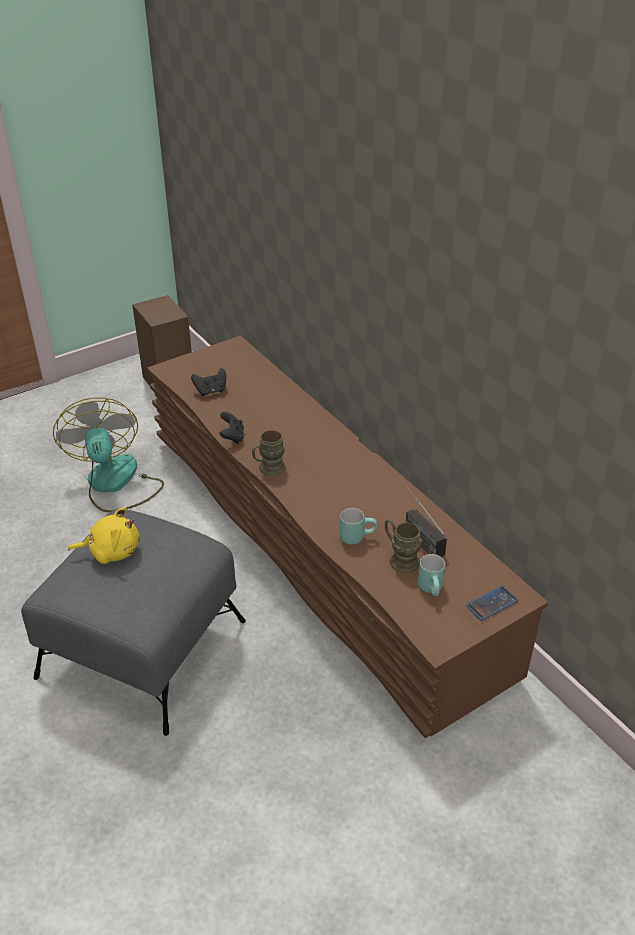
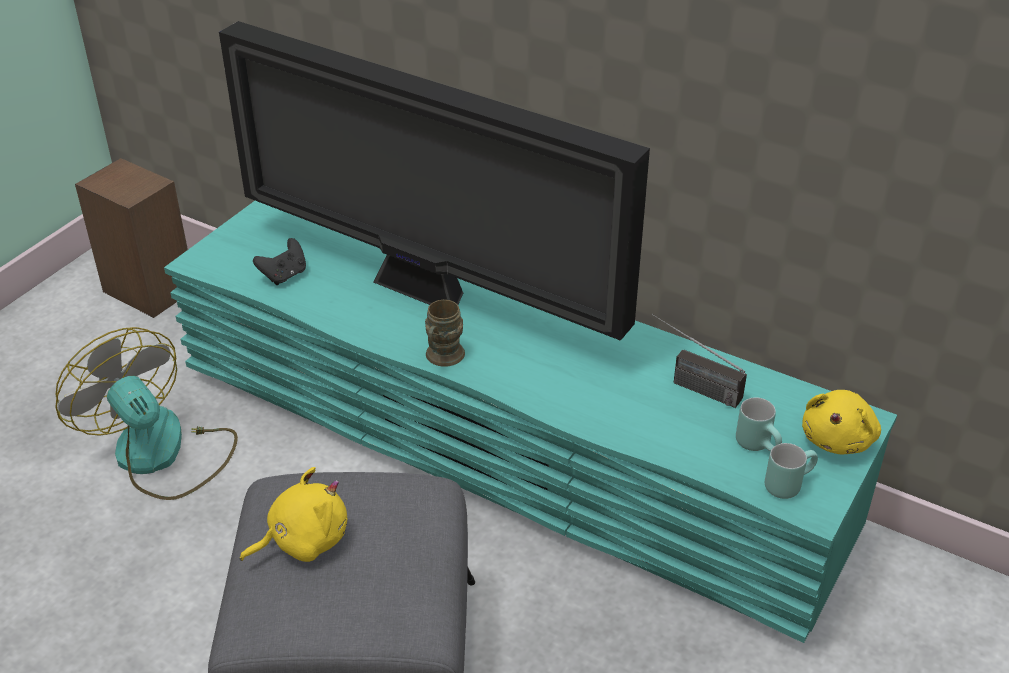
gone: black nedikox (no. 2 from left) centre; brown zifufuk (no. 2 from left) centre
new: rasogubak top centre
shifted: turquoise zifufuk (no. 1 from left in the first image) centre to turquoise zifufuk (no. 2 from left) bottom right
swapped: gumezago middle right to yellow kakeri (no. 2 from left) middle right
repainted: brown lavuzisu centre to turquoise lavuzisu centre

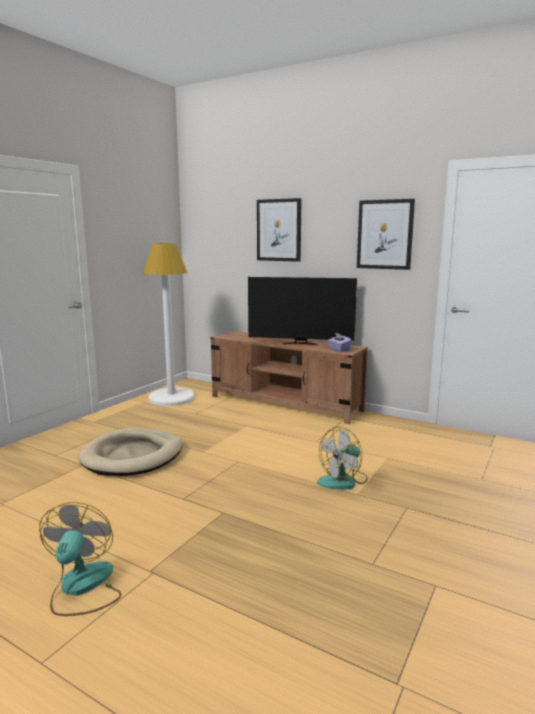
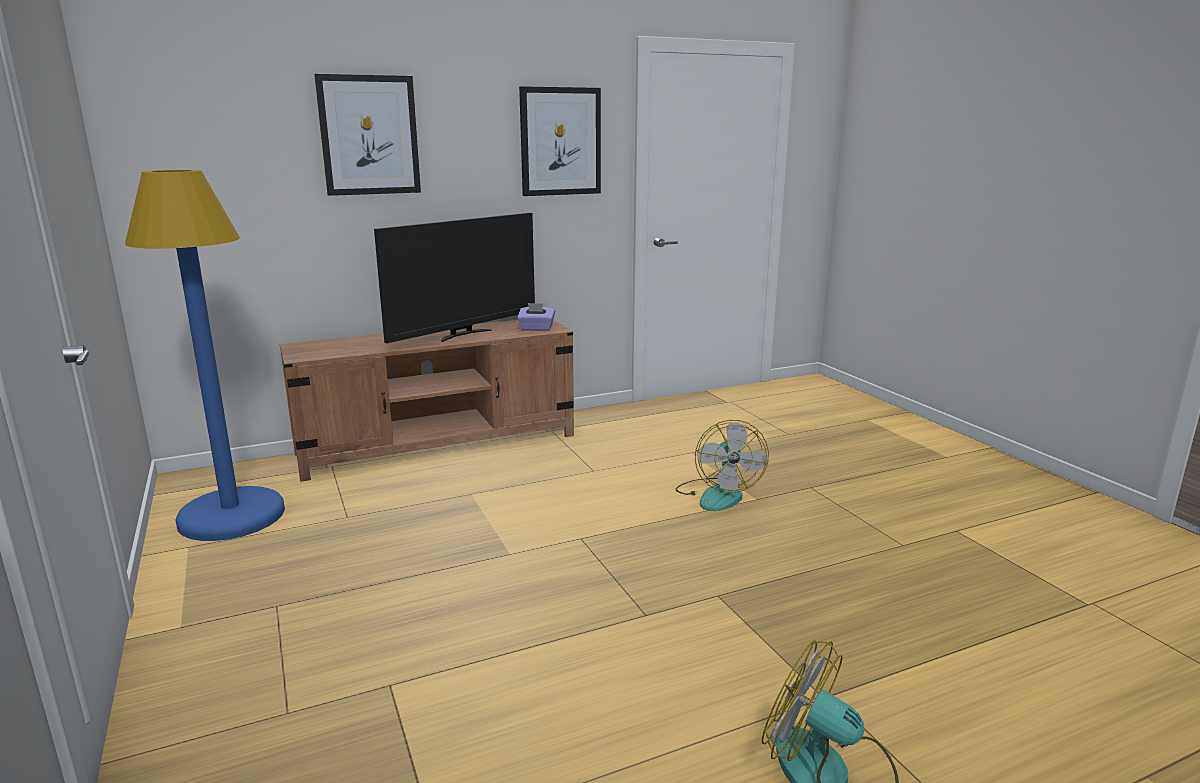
gone: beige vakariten middle left
repainted: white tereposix middle left to blue tereposix middle left

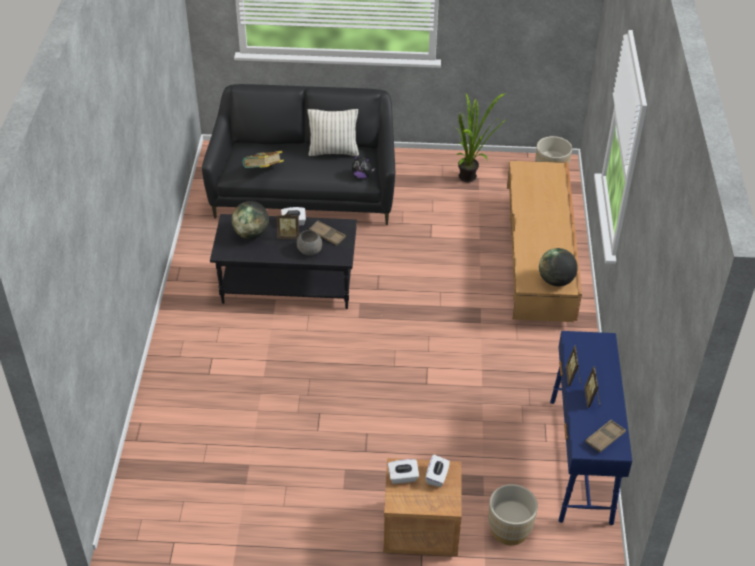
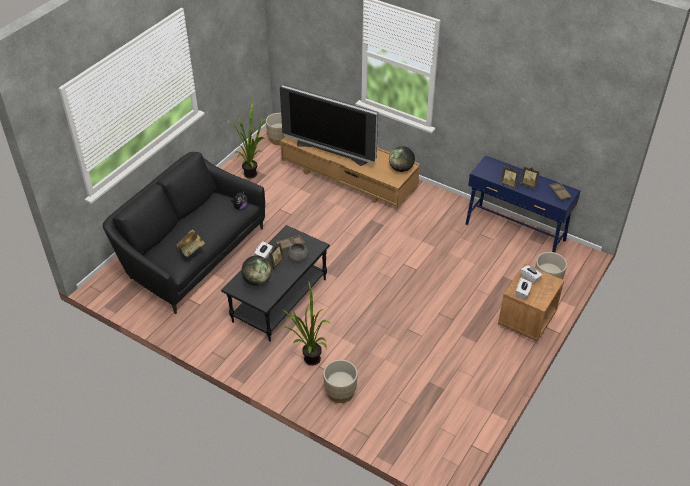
gone: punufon top centre
new: rasogubak top centre; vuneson (no. 2 from left) centre; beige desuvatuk (no. 2 from left) bottom centre

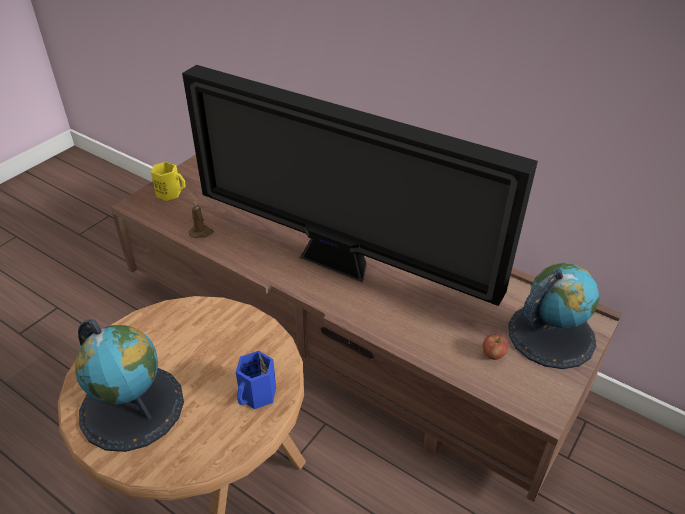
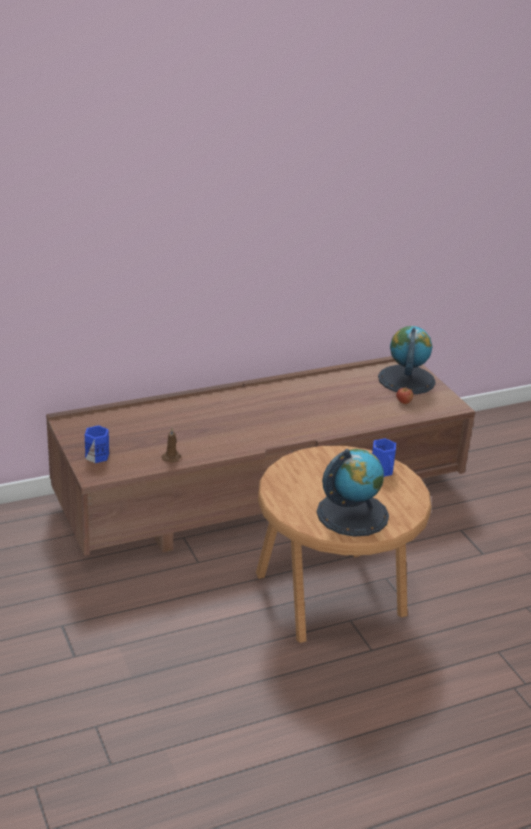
gone: rasogubak centre
repainted: yellow zifufuk middle left to blue zifufuk (no. 1 from left) middle left

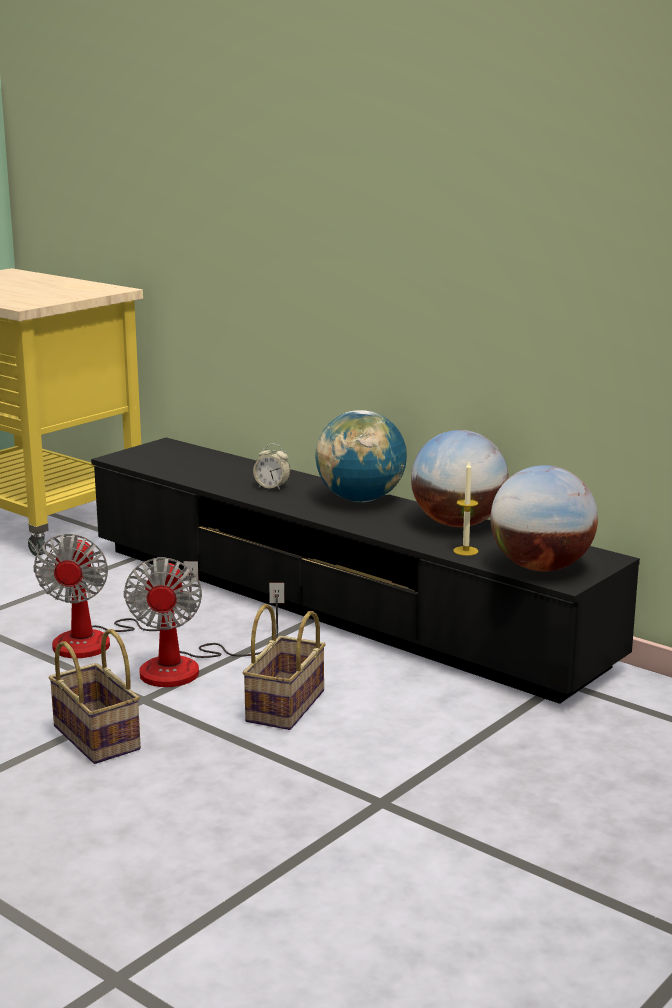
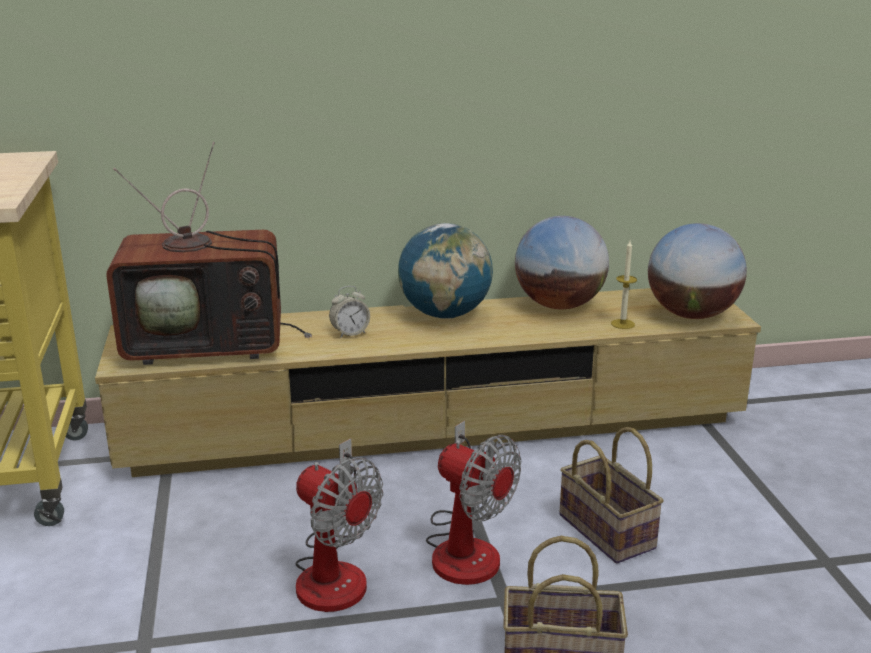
new: rasogubak middle left
repainted: black lavuzisu centre to beige lavuzisu centre

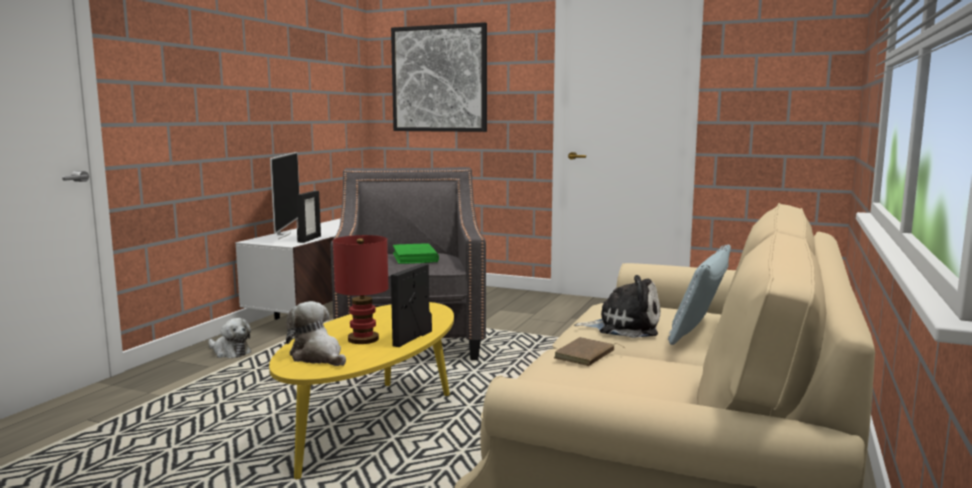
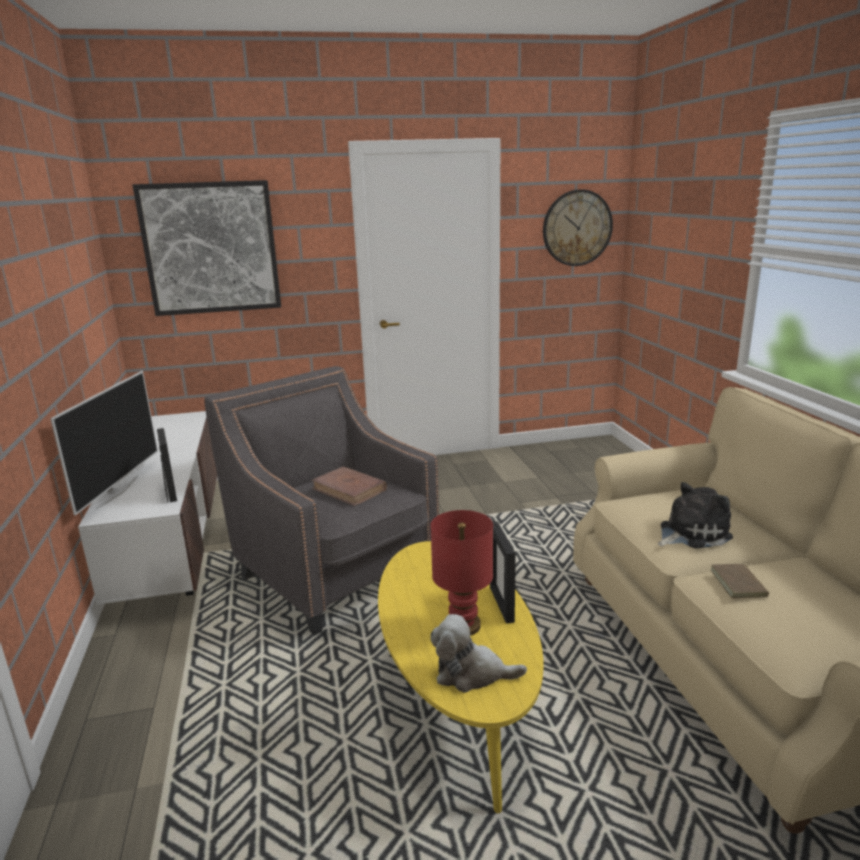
gone: kakeri (no. 1 from left) bottom left; blue punufon middle right
new: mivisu top right
repainted: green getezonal centre to brown getezonal (no. 1 from left) centre
rotated: rasogubak middle left = middle left 45 degrees clockwise

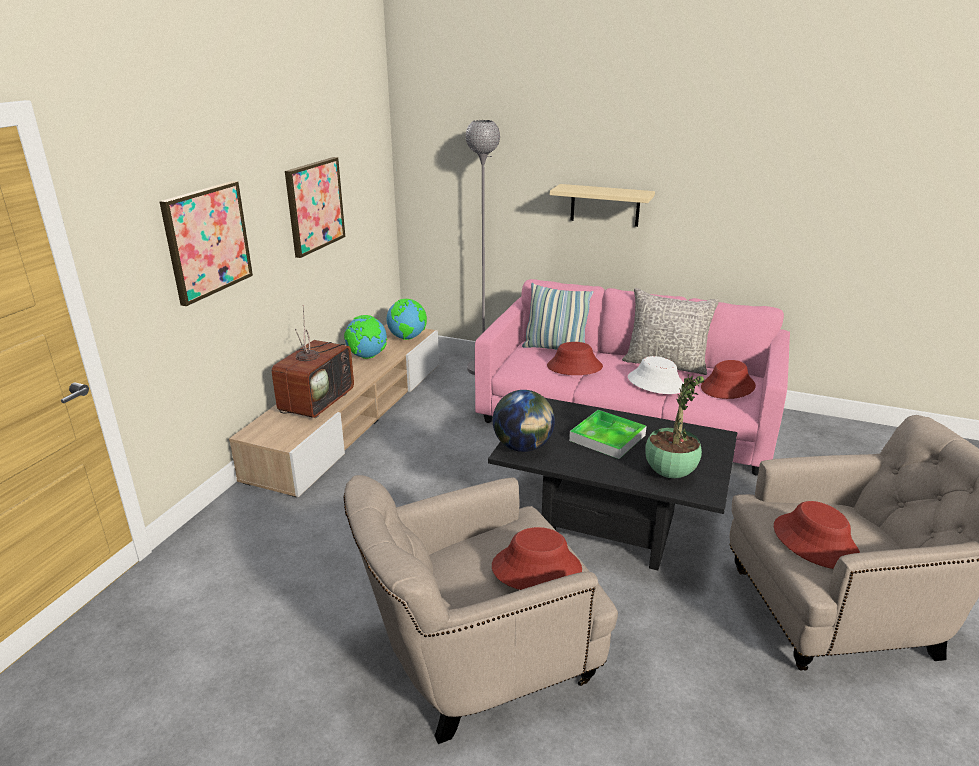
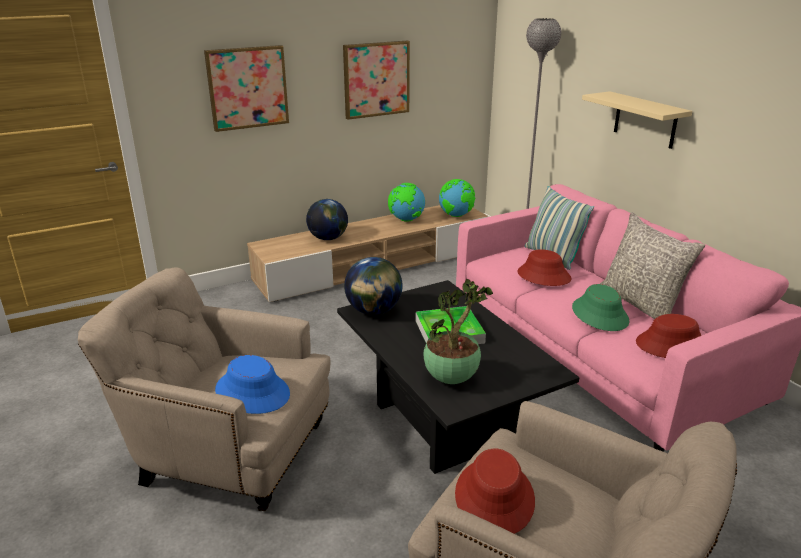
swapped: rasogubak middle left to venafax (no. 1 from left) centre
repainted: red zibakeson (no. 1 from left) bottom centre to blue zibakeson bottom left; white zibakeson middle right to green zibakeson middle right

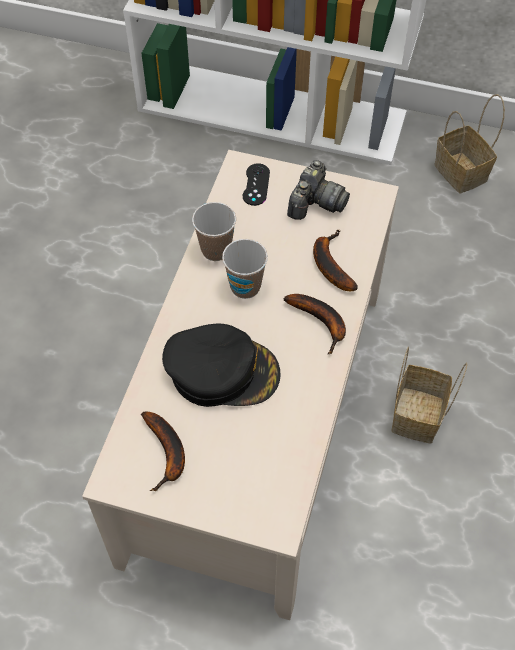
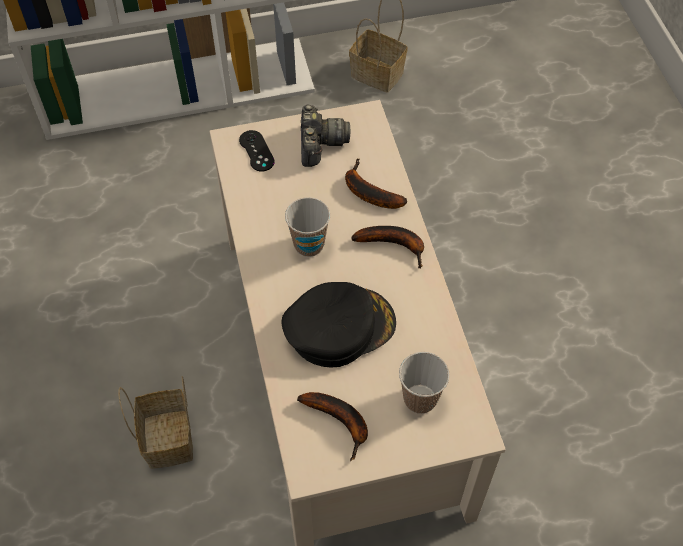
shifted: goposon (no. 1 from left in the first image) centre to goposon (no. 2 from left) bottom centre; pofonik (no. 1 from left) middle right to bottom left

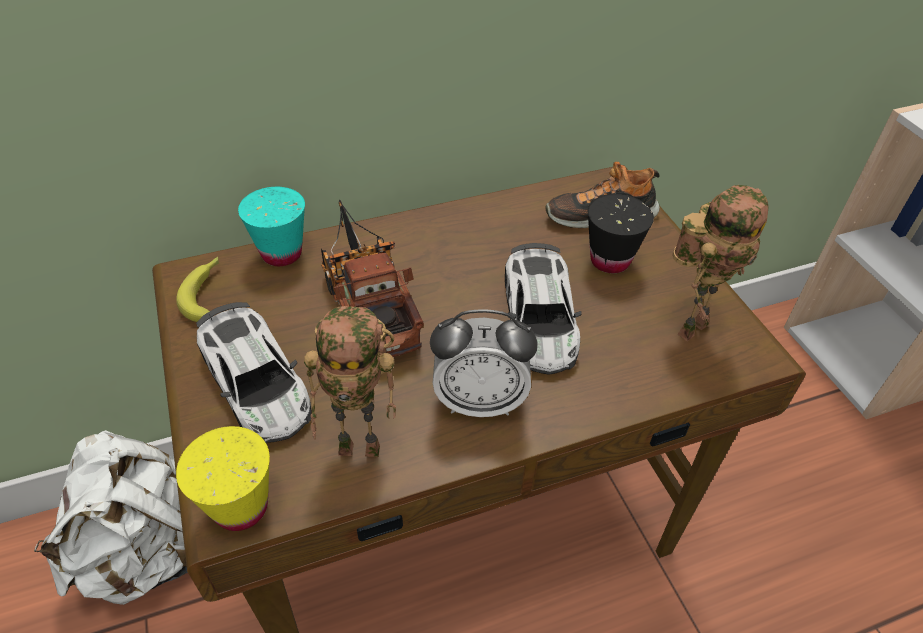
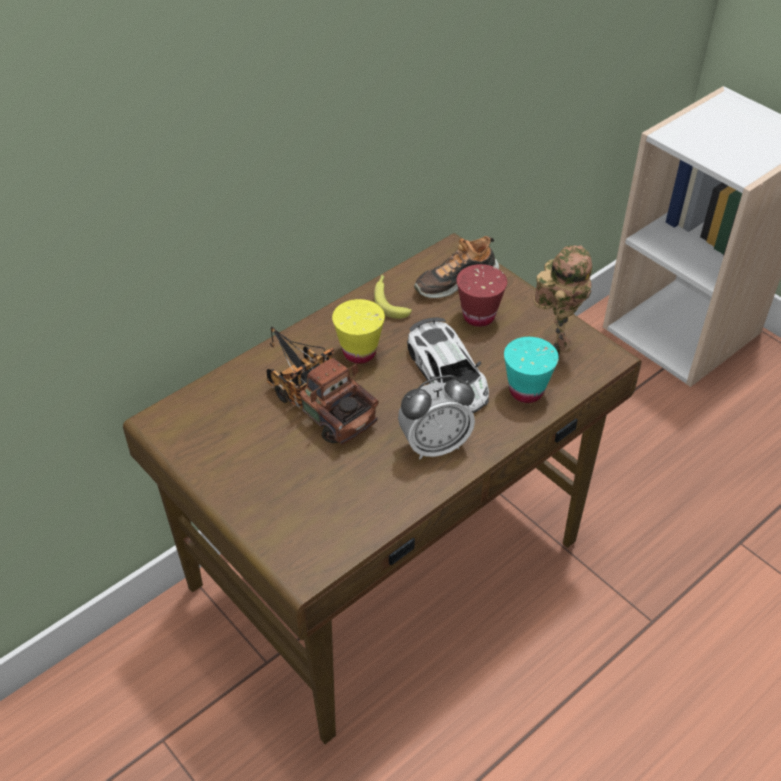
gone: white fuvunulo bottom left; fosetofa (no. 1 from left) middle left; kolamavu (no. 1 from left) centre
shifted: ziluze middle left to centre; yellow goposon bottom left to centre; turquoise goposon middle left to middle right
repainted: black goposon middle right to red goposon centre

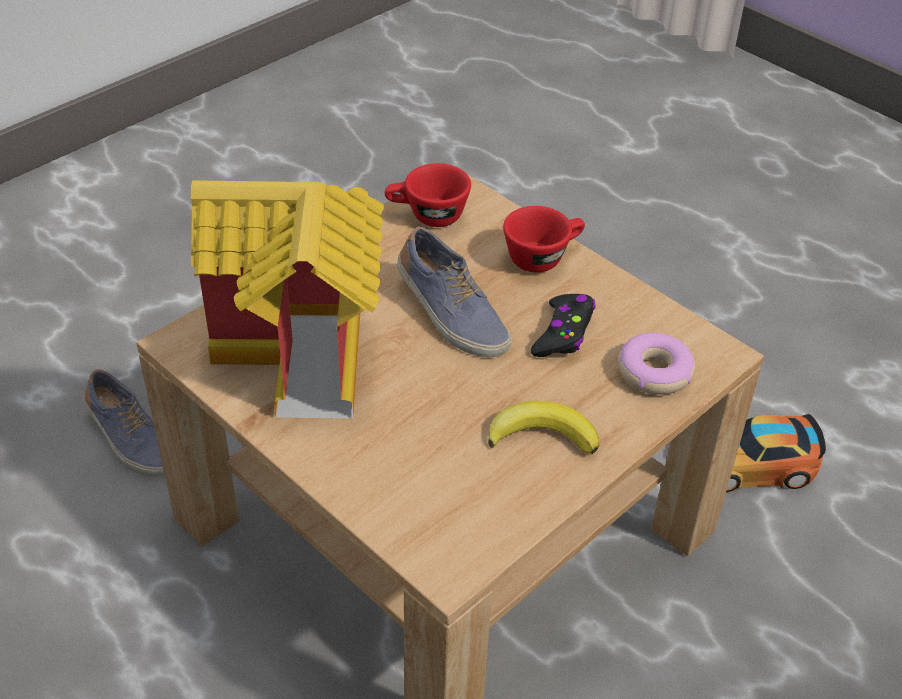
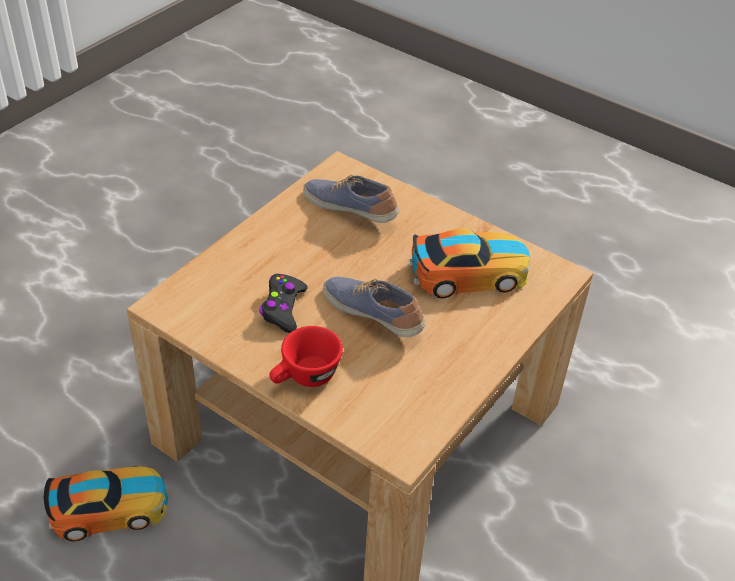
gone: red goposon (no. 1 from left) top centre; ziluze centre; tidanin middle right
shifted: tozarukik (no. 1 from left) middle left to centre
swapped: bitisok middle left to fosetofa (no. 2 from left) centre

